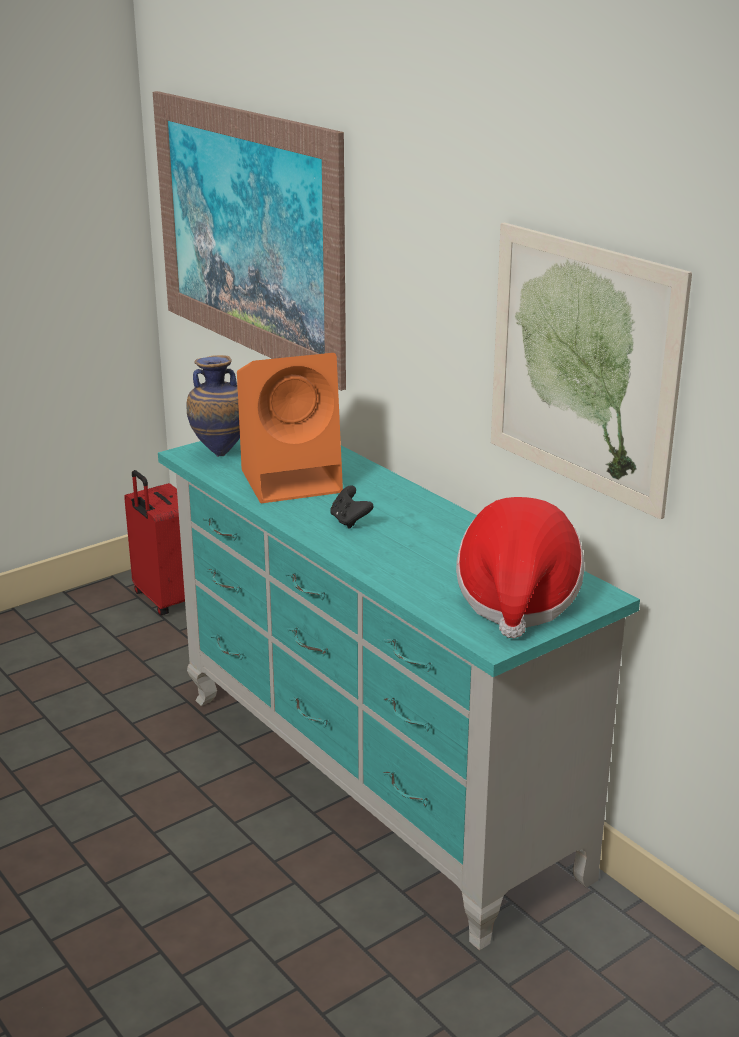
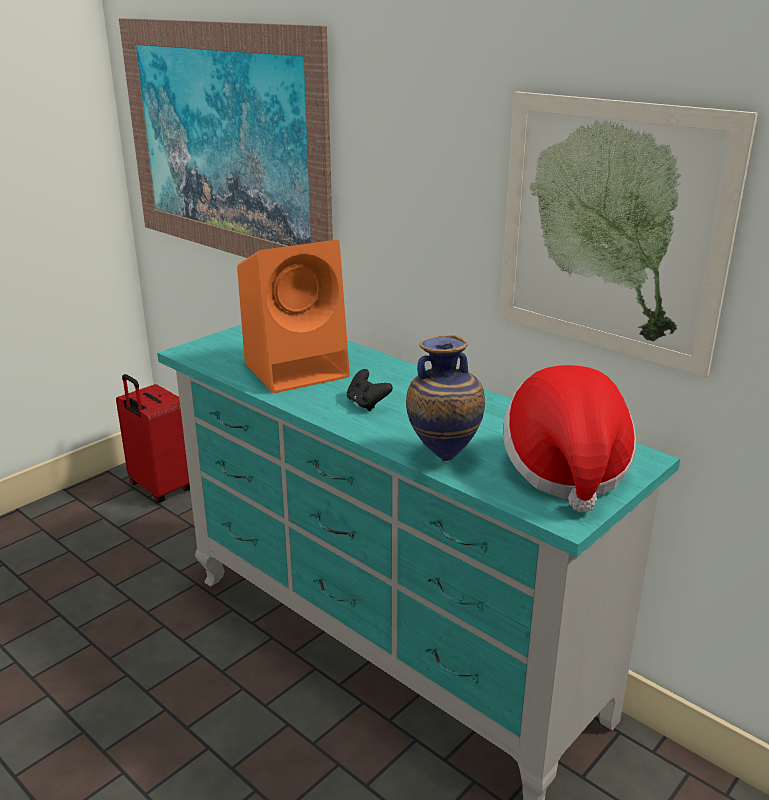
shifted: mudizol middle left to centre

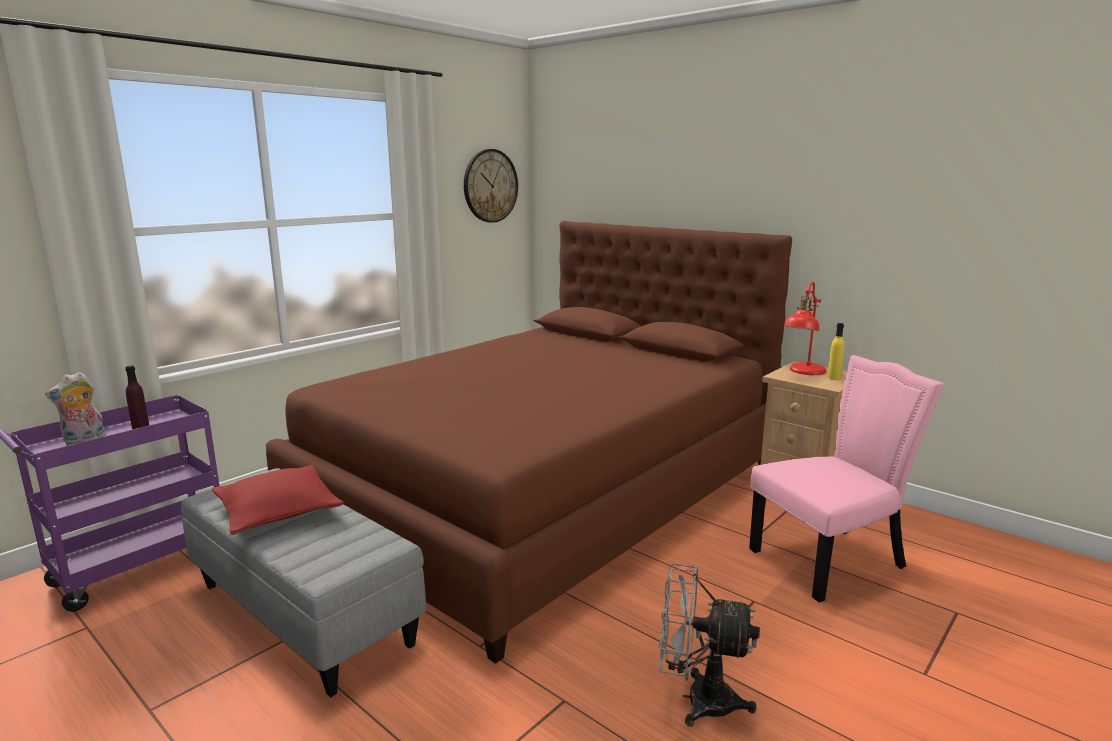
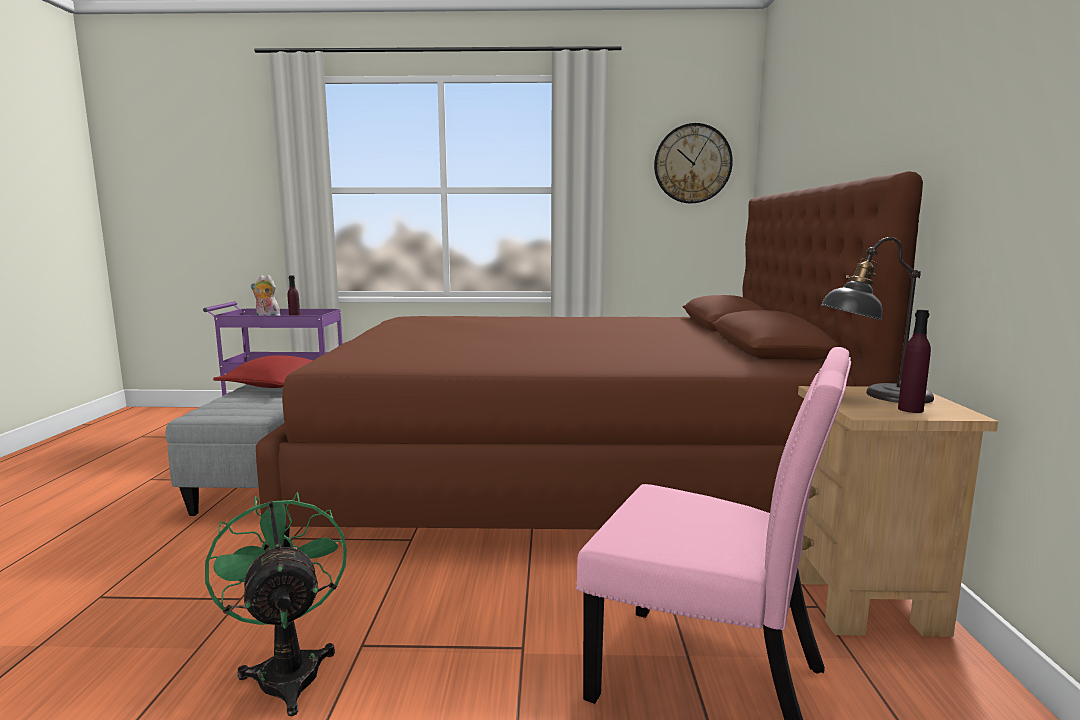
repainted: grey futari bottom centre to green futari bottom left; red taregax middle right to grey taregax middle right; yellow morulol middle right to purple morulol (no. 2 from left) middle right

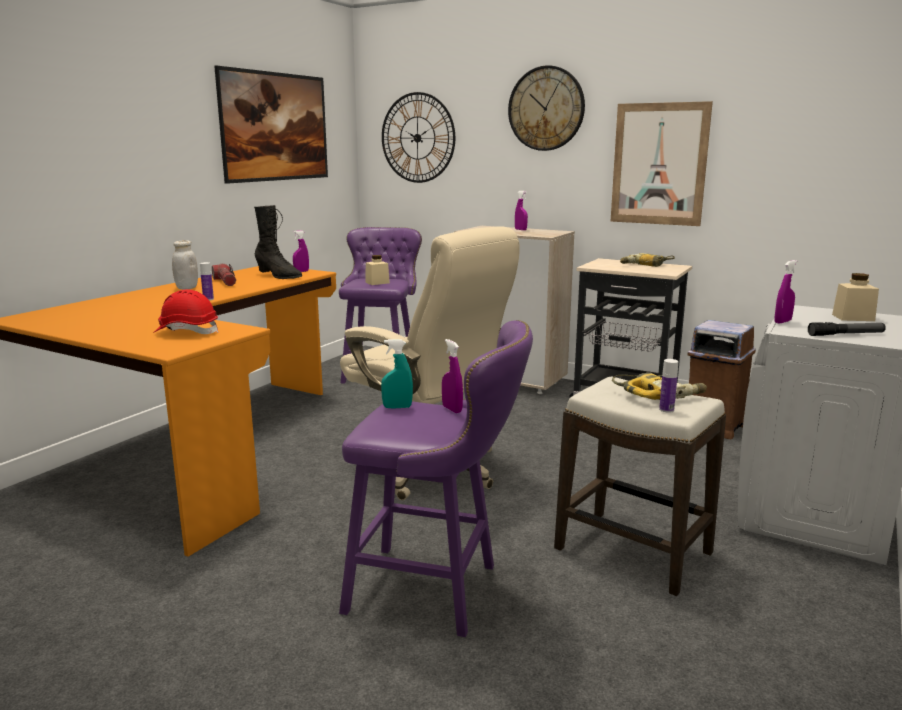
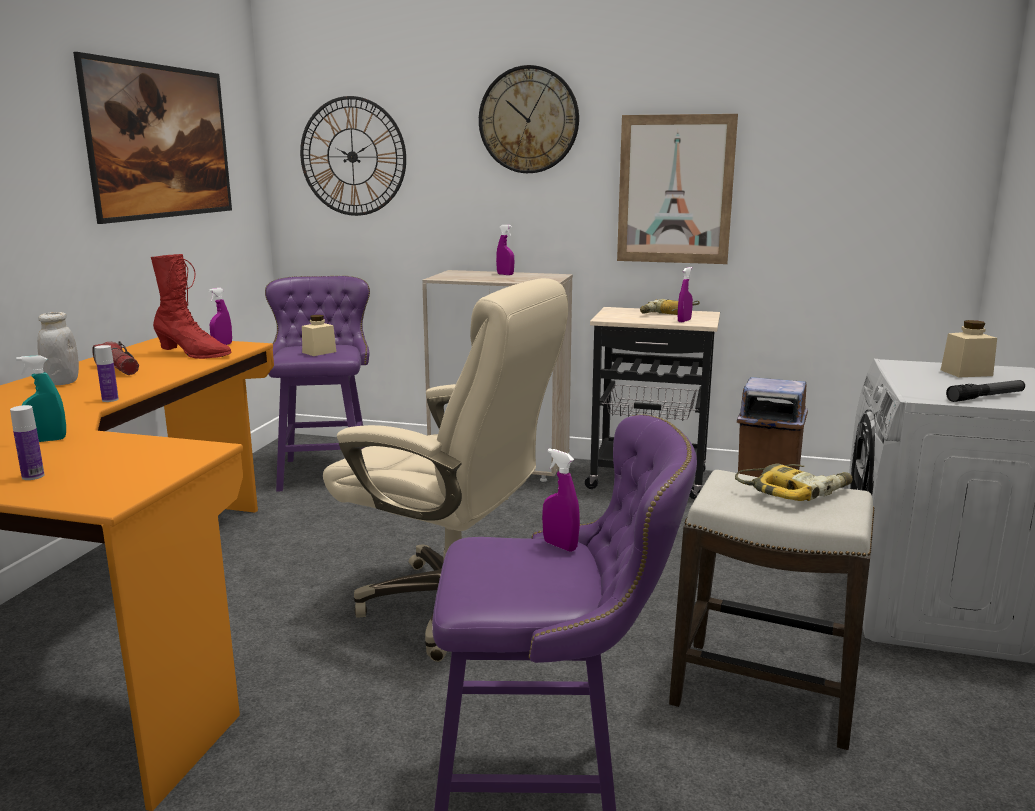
gone: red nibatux middle left
shifted: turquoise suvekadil centre to middle left; morulol (no. 2 from left in the first image) middle right to morulol (no. 1 from left) middle left; purple suvekadil (no. 4 from left) middle right to centre
repainted: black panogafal middle left to red panogafal middle left

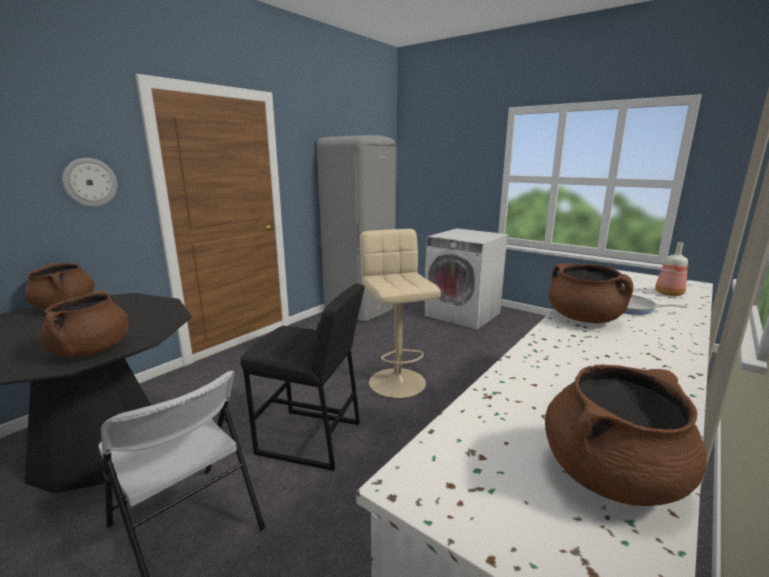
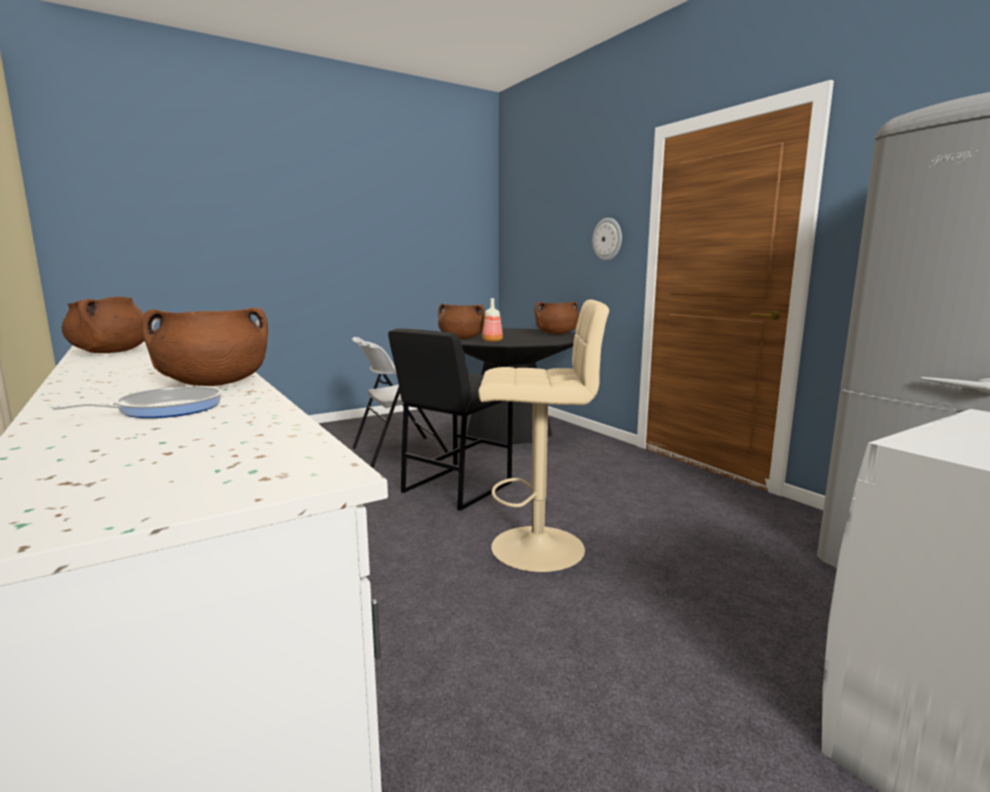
shifted: morulol middle right to centre

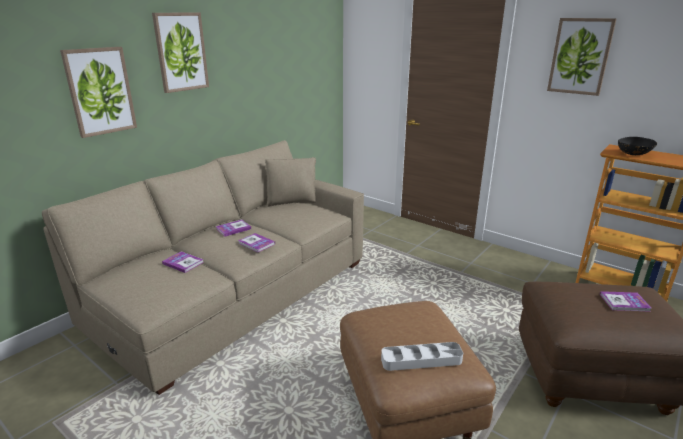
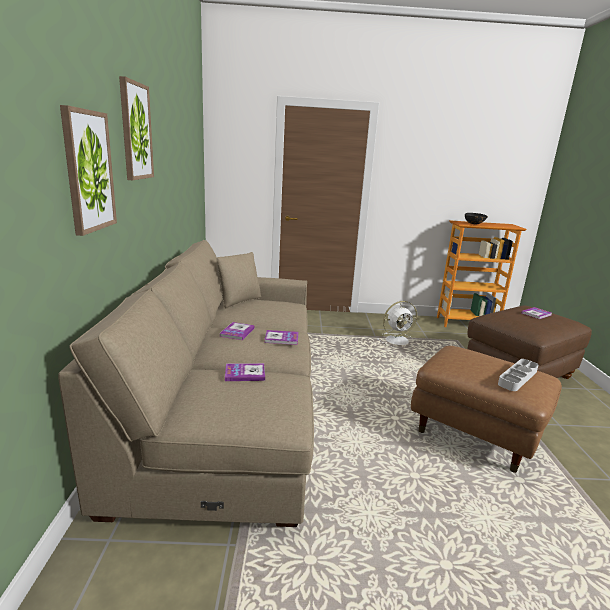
gone: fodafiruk (no. 3 from left) top right
new: white futari centre

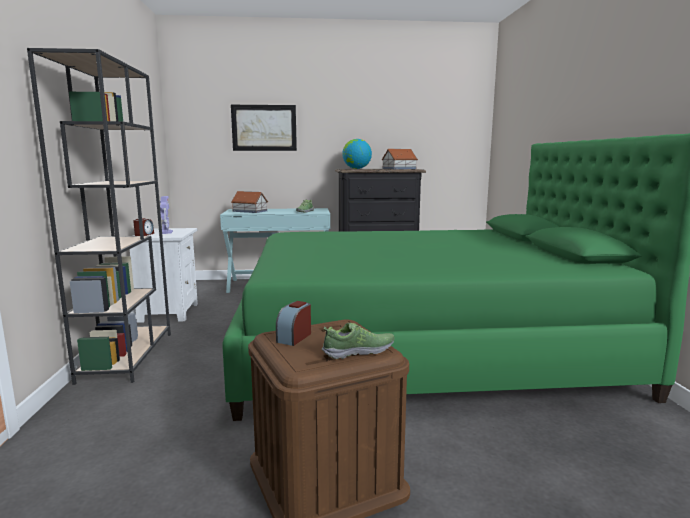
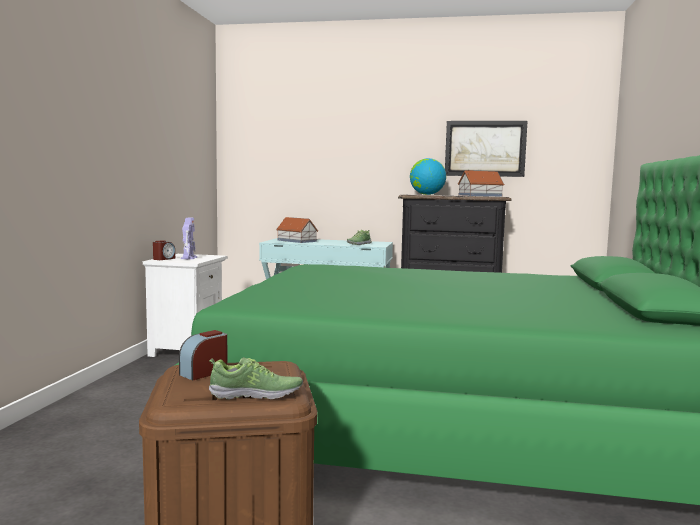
gone: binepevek middle left
shifted: fodafiruk top centre to top right

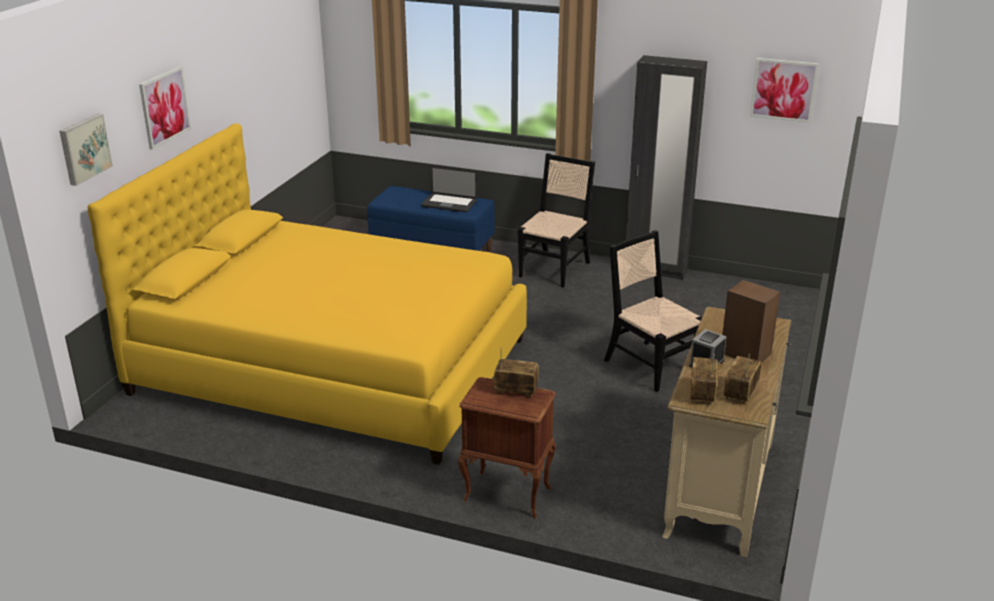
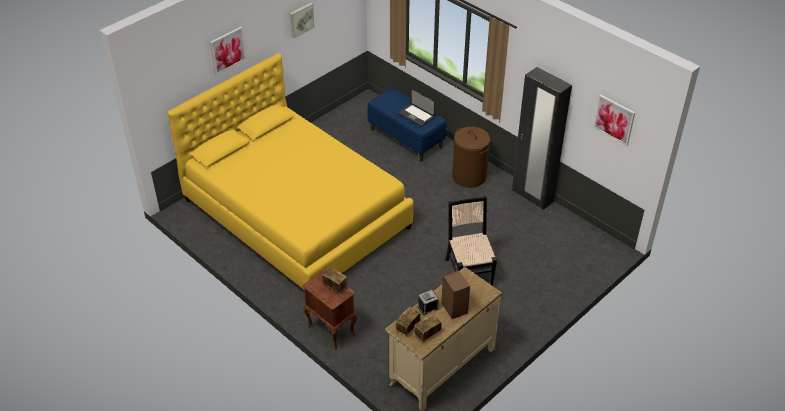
shifted: fodafiruk (no. 1 from left in the first image) top left to fodafiruk (no. 2 from left) top centre
swapped: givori (no. 1 from left) centre to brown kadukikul centre

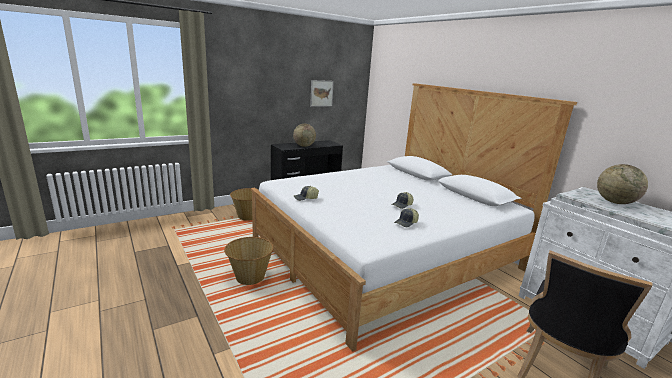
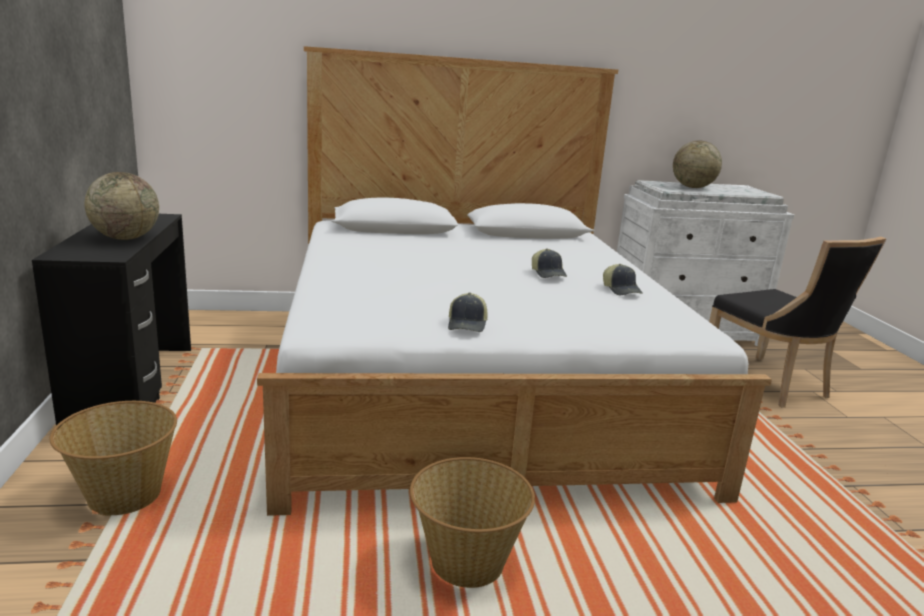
gone: fodafiruk top centre

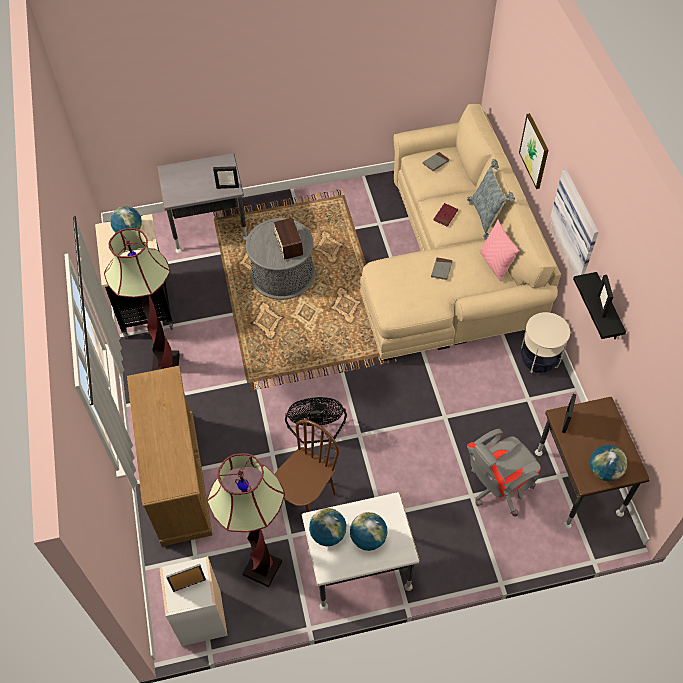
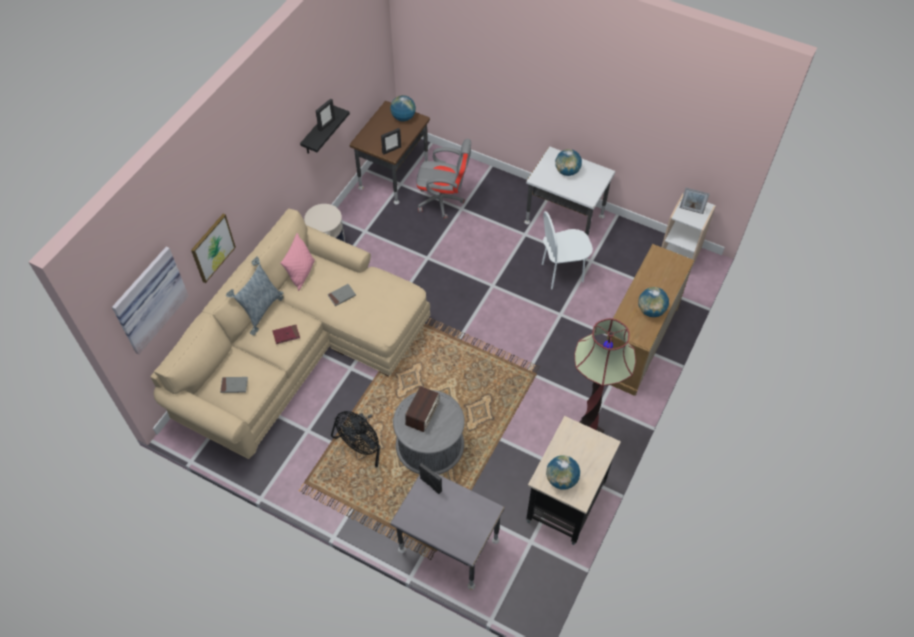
gone: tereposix (no. 2 from left) bottom centre
shifted: black futari centre to bottom centre; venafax (no. 2 from left in the first image) bottom centre to venafax (no. 4 from left) middle right; fodafiruk (no. 2 from left in the first image) top right to fodafiruk (no. 1 from left) middle left
repainted: brown givori bottom centre to white givori centre

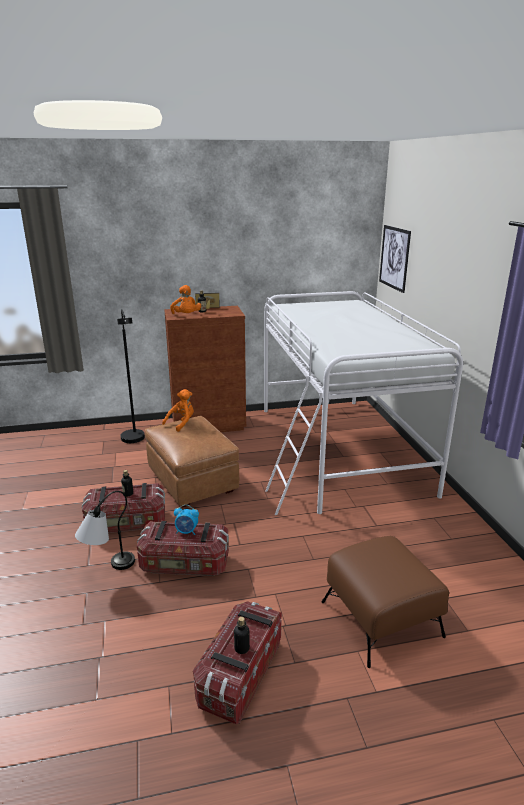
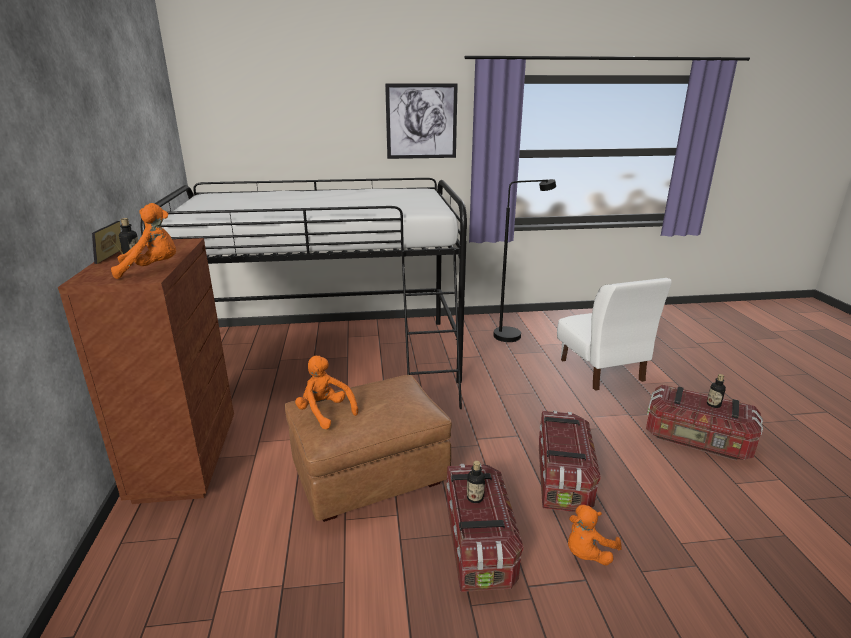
gone: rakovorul centre
shifted: black tereposix middle left to centre; fodafiruk top right to top centre
swapped: taregax middle left to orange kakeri (no. 3 from left) bottom right; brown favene (no. 2 from left) bottom right to white givori middle right
repainted: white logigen middle right to black logigen centre

